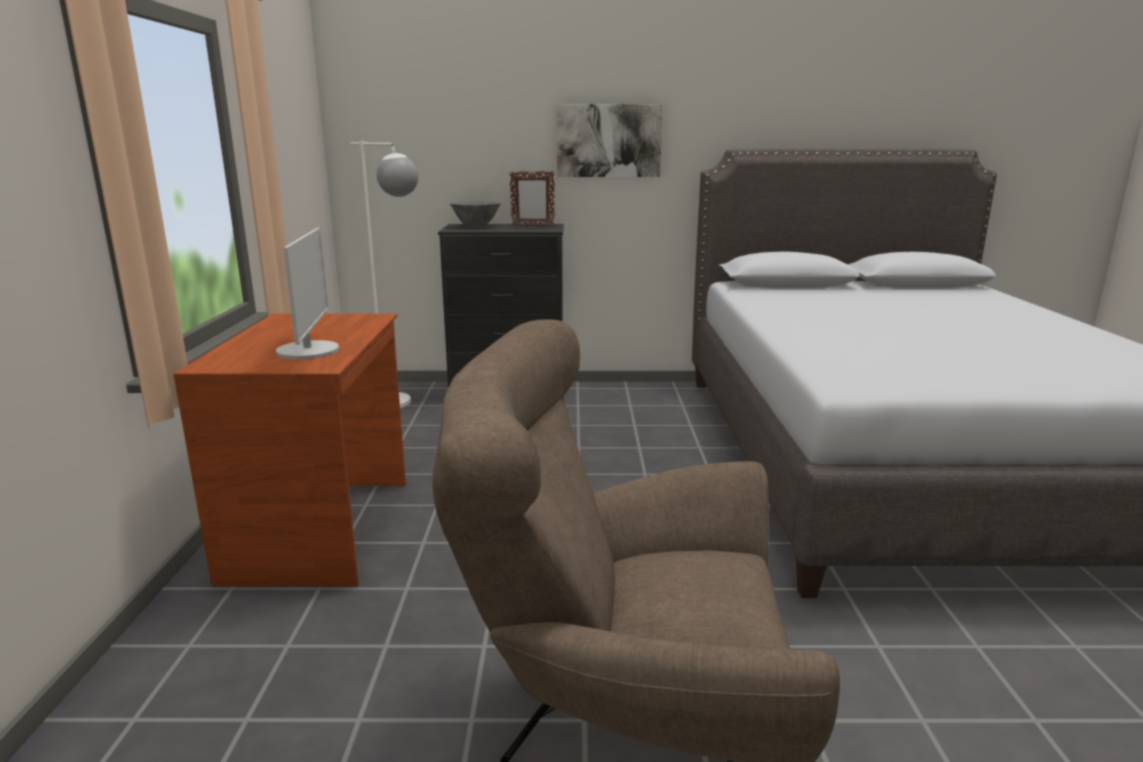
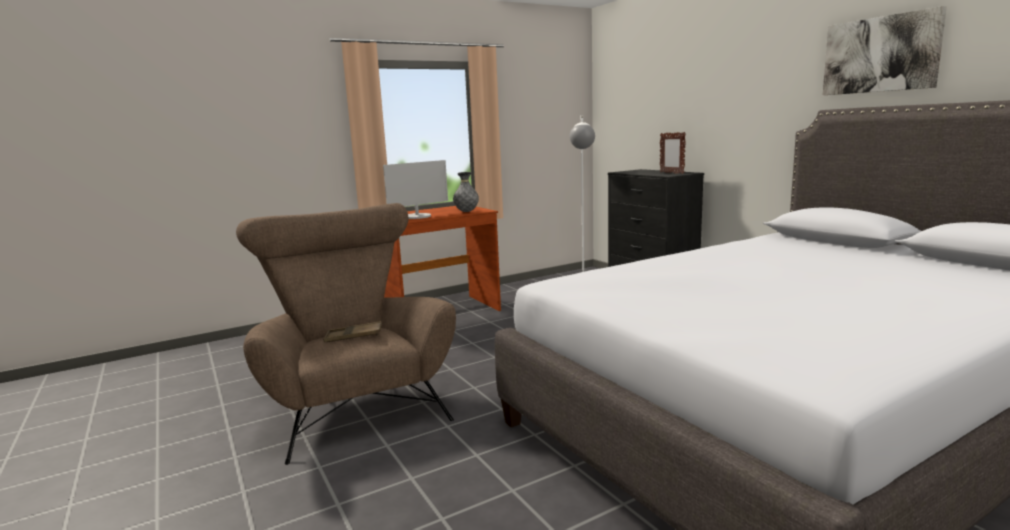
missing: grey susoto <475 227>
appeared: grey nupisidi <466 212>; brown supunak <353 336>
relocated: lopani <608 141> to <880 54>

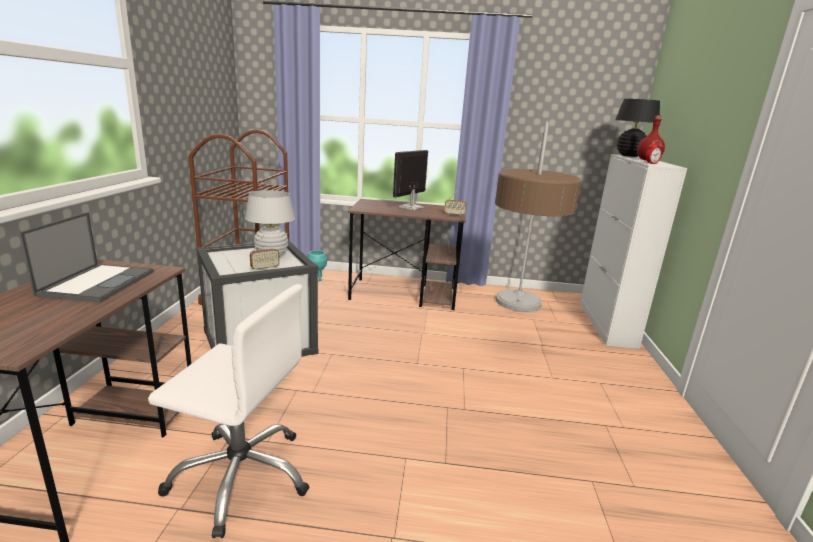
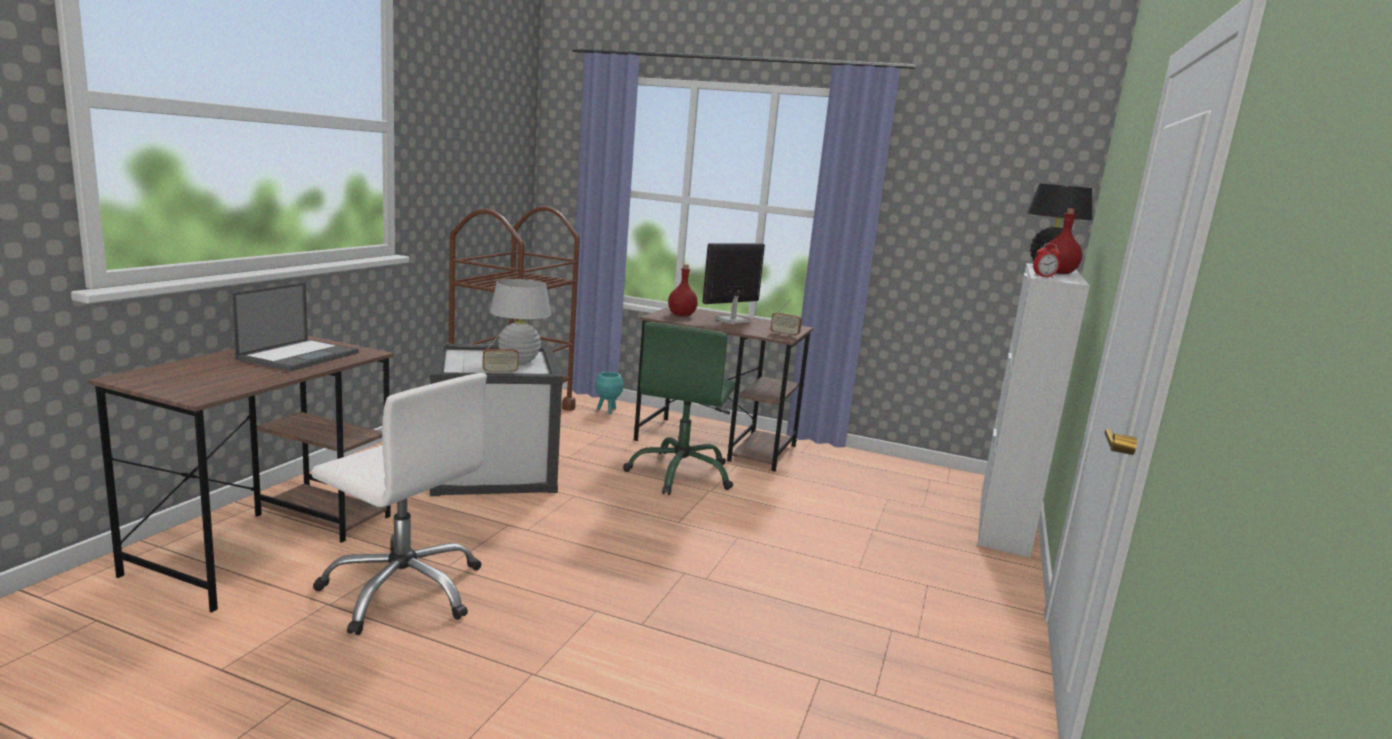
missing: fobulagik <514 328>
appeared: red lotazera <682 315>; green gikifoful <681 474>

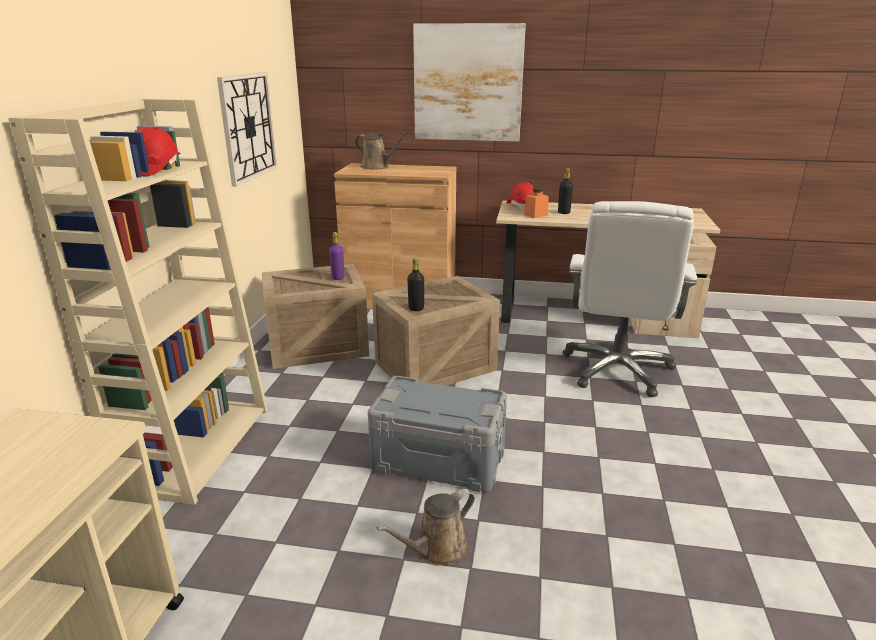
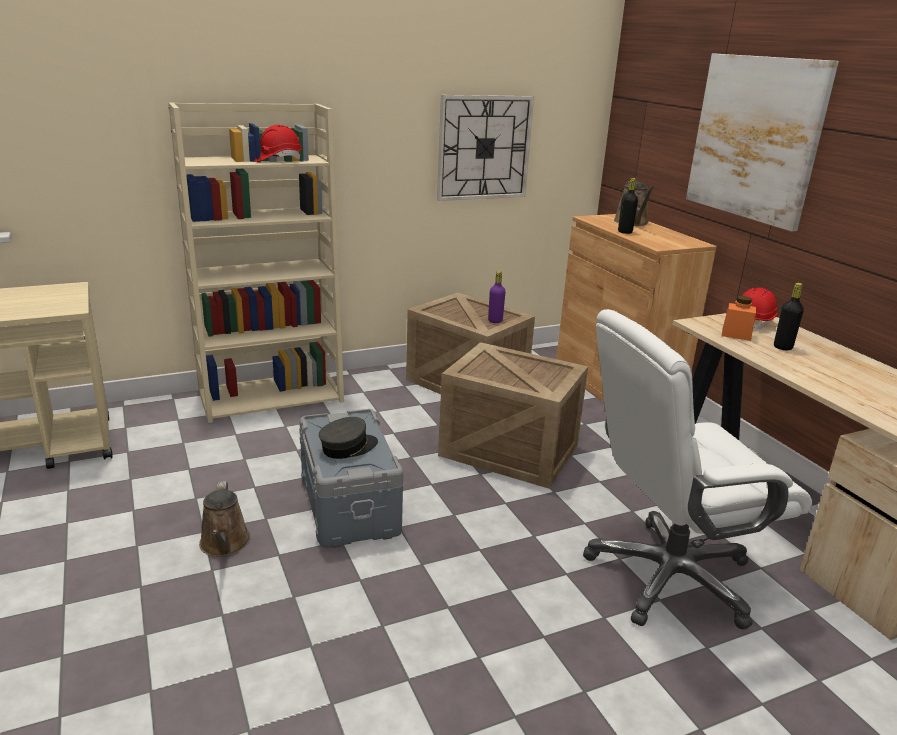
appeared: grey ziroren <348 447>
relocated: black lotazera <416 308> to <625 232>
spun: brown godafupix <437 549> = <225 544> 120 degrees counterclockwise

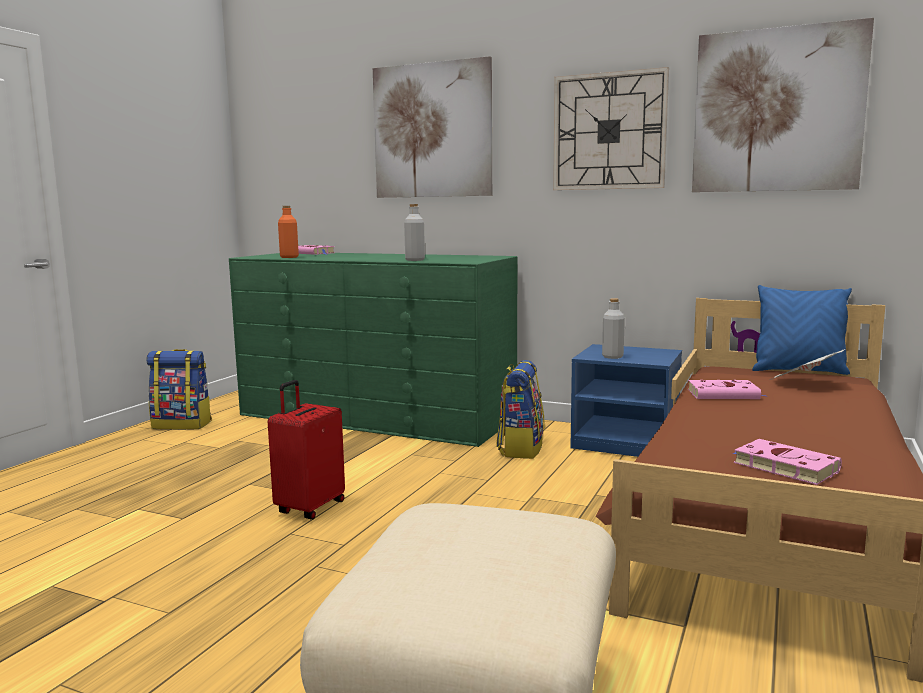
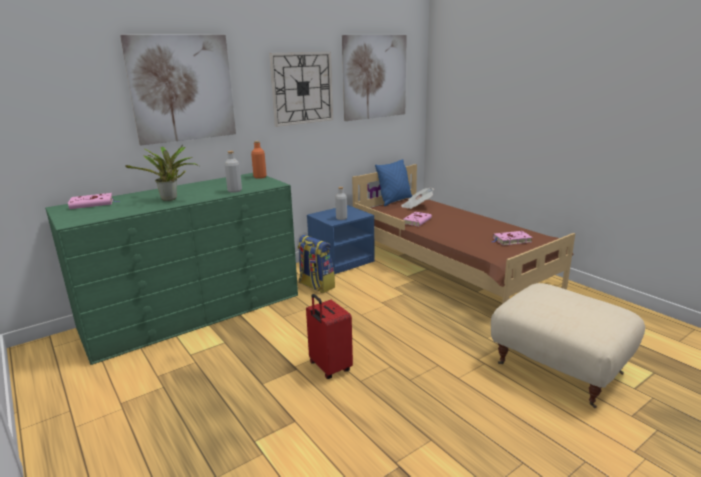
missing: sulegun <182 425>
appeared: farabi <171 199>
relocated: orange lotazera <289 257> to <260 177>

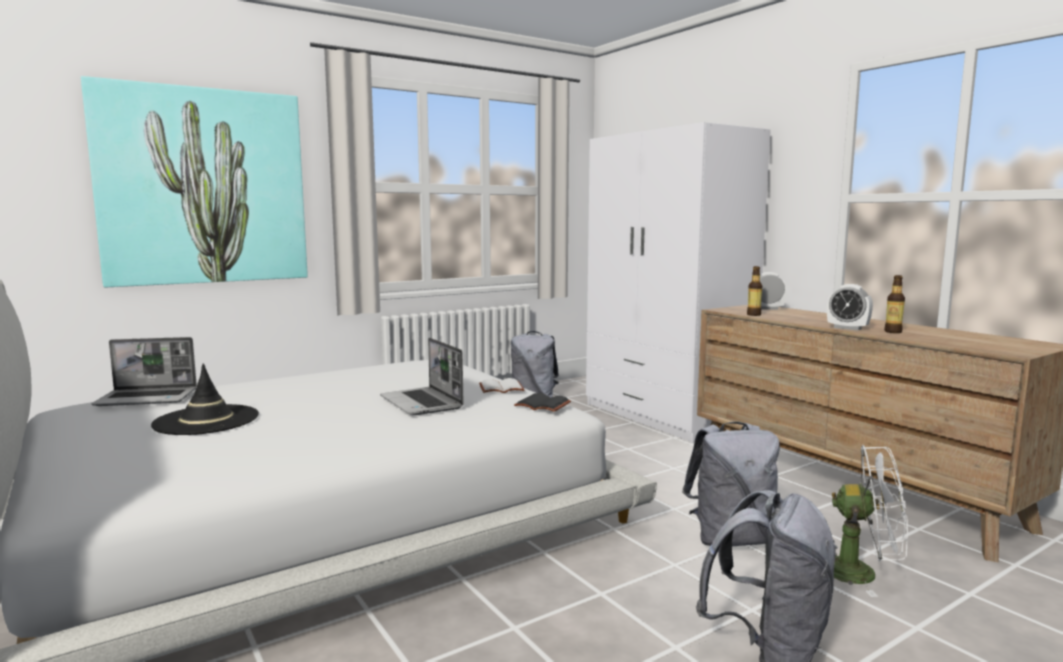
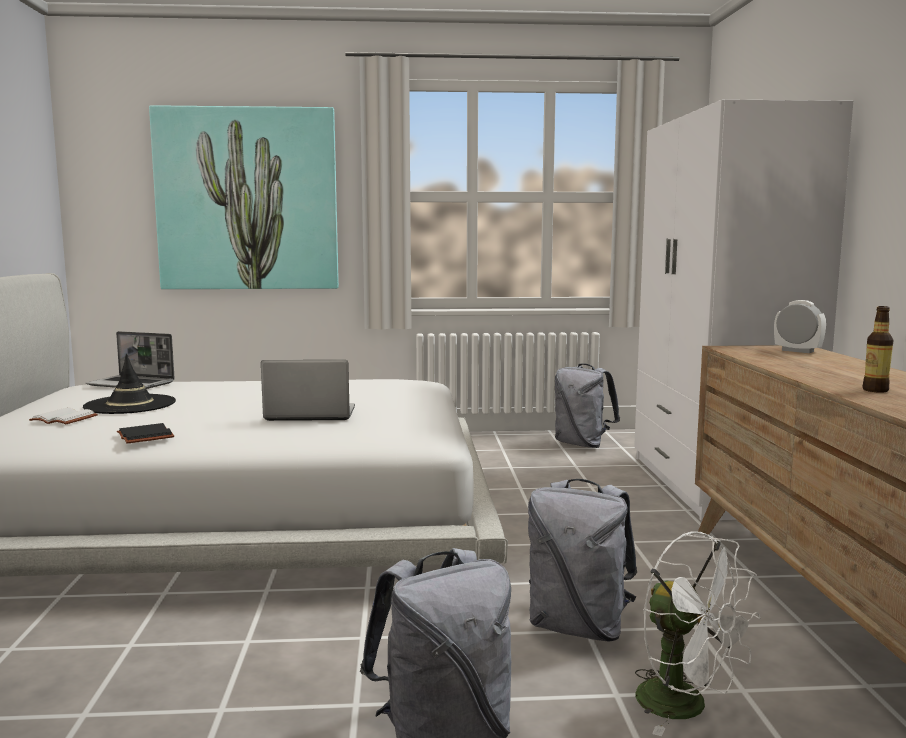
missing: lotazera <753 315>; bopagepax <847 328>
relocated: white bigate <501 388> to <66 419>; black bigate <541 405> to <143 436>
spun: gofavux <422 403> = <309 414> 90 degrees clockwise

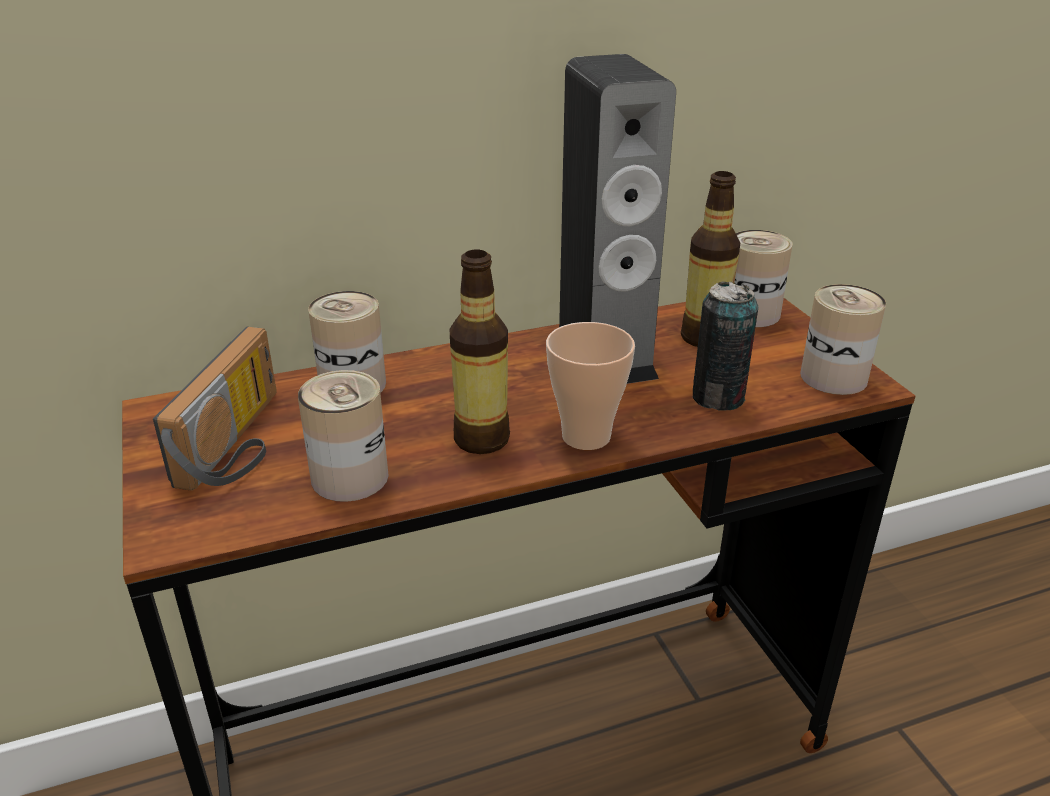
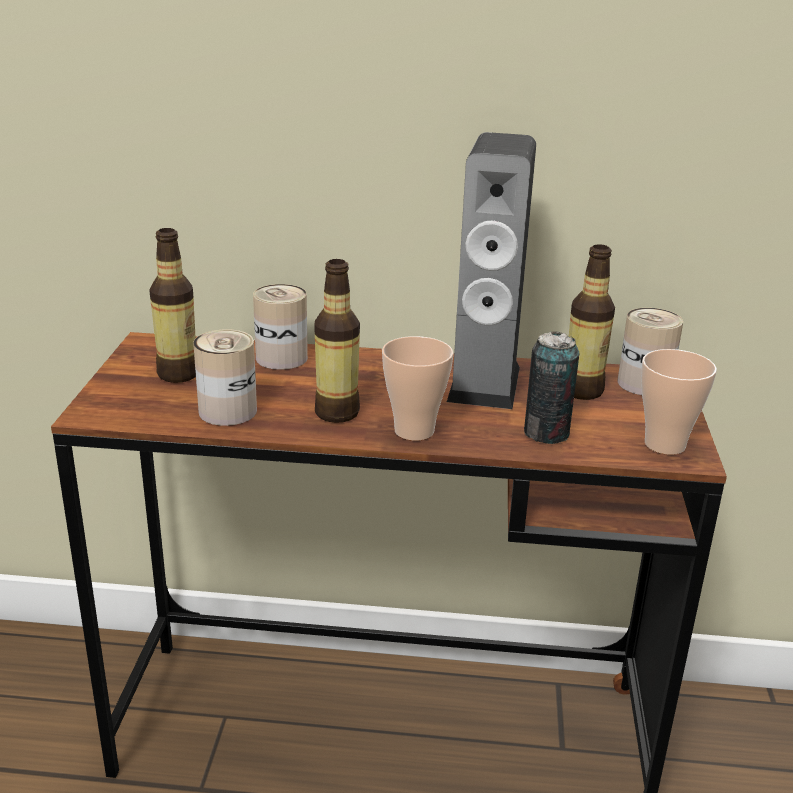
exchanged: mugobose <833 377> to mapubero <665 444>; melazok <241 443> to lotazera <178 374>

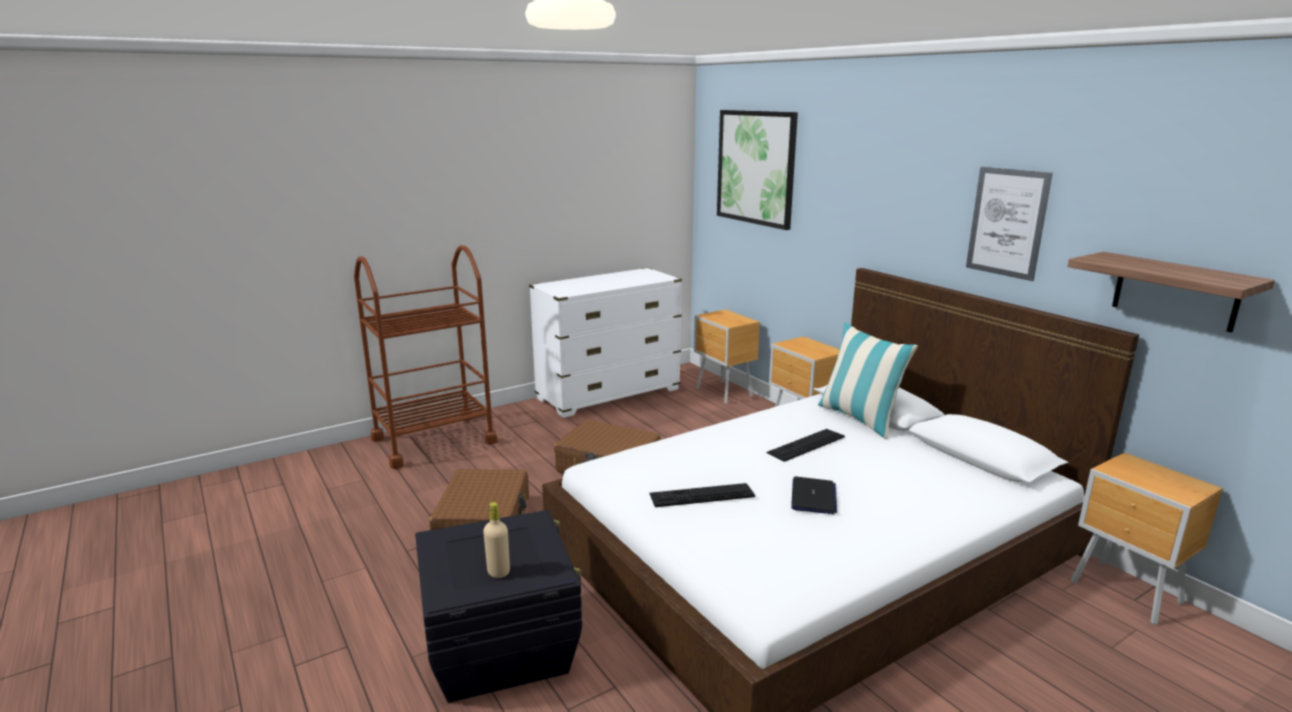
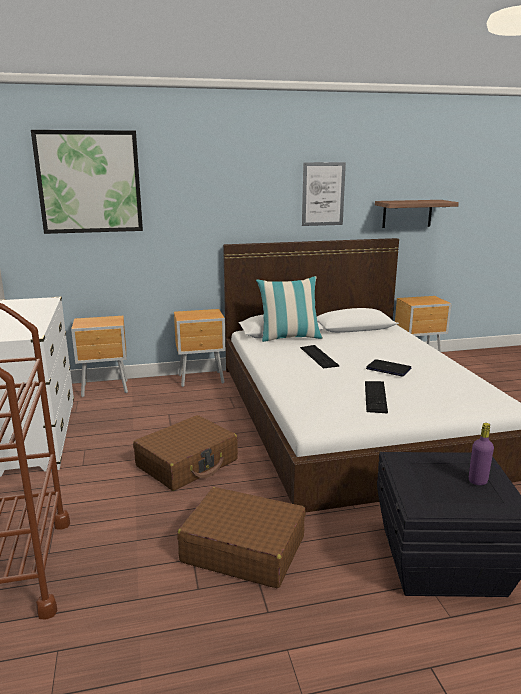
colour: beige lotazera <498 572> to purple lotazera <477 481>

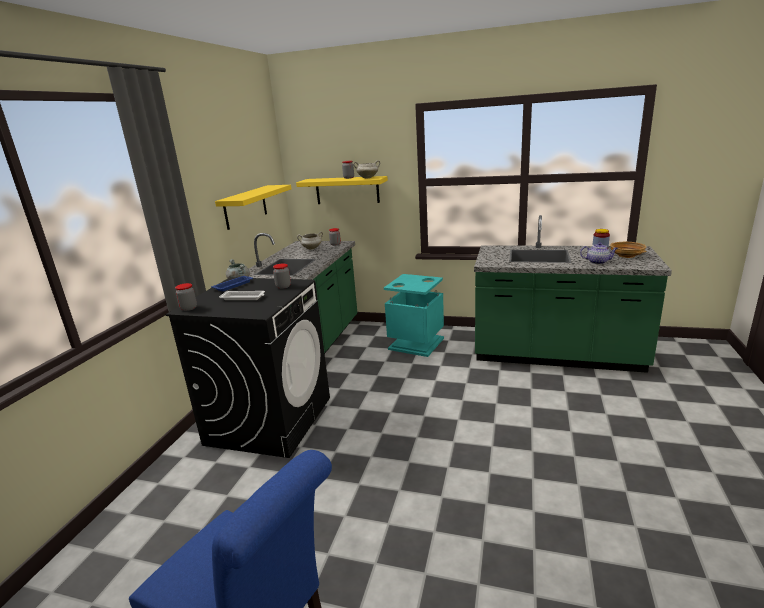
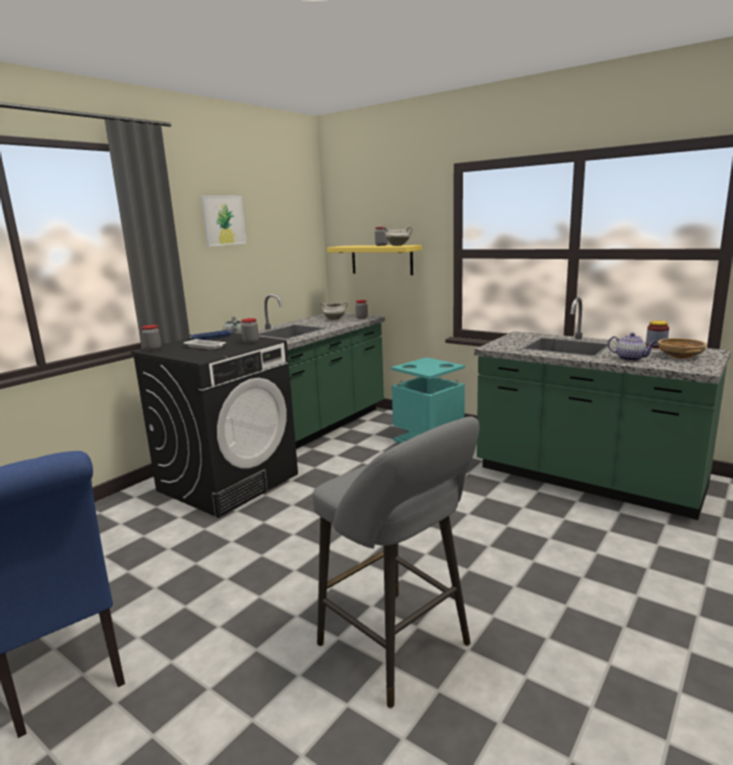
missing: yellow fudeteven <245 207>
appeared: lopani <223 220>; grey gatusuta <399 648>

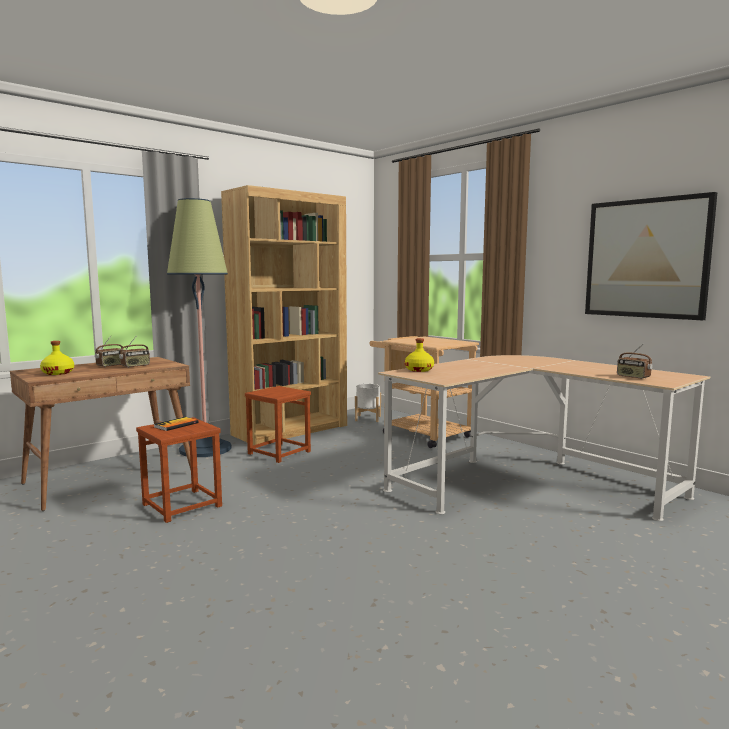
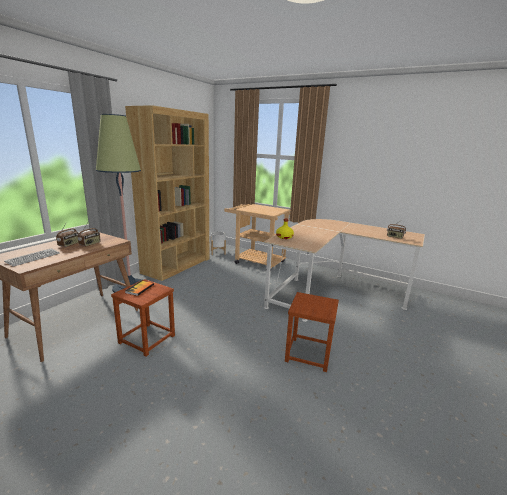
missing: lopani <646 258>
relocated: brown gatusuta <278 453> to <308 354>
exchanged: yellow lotazera <58 373> to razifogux <33 258>

